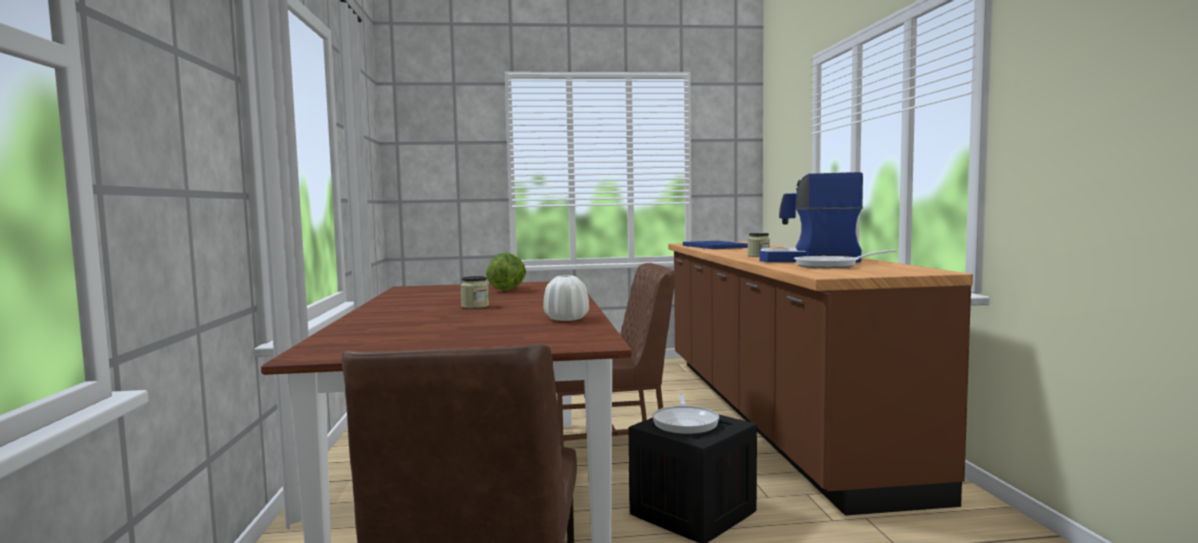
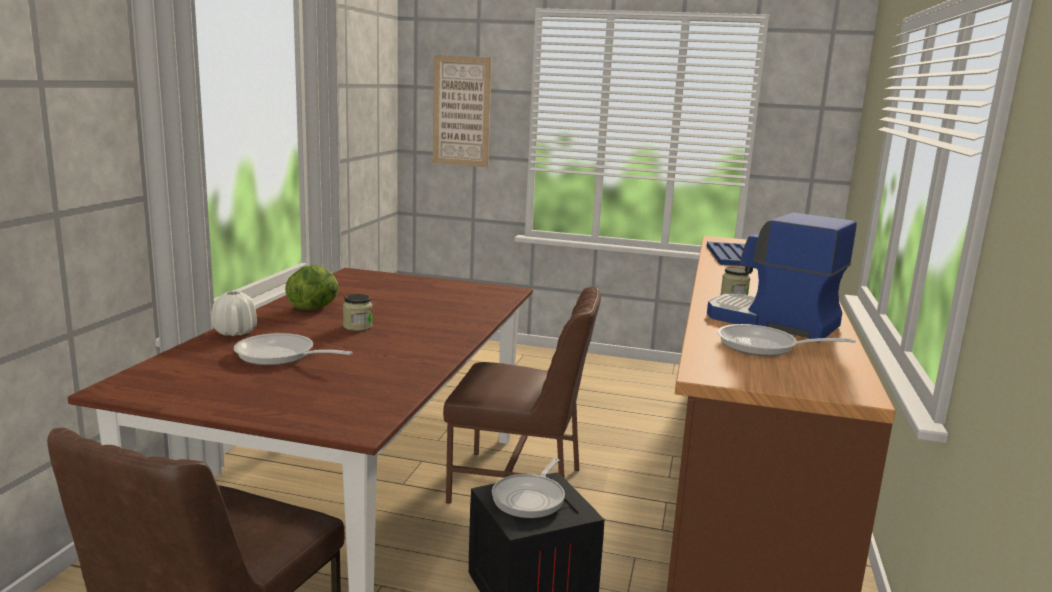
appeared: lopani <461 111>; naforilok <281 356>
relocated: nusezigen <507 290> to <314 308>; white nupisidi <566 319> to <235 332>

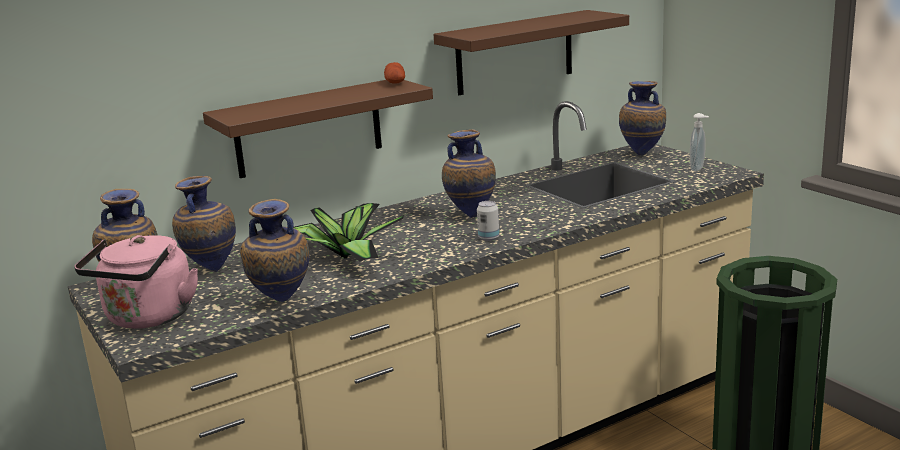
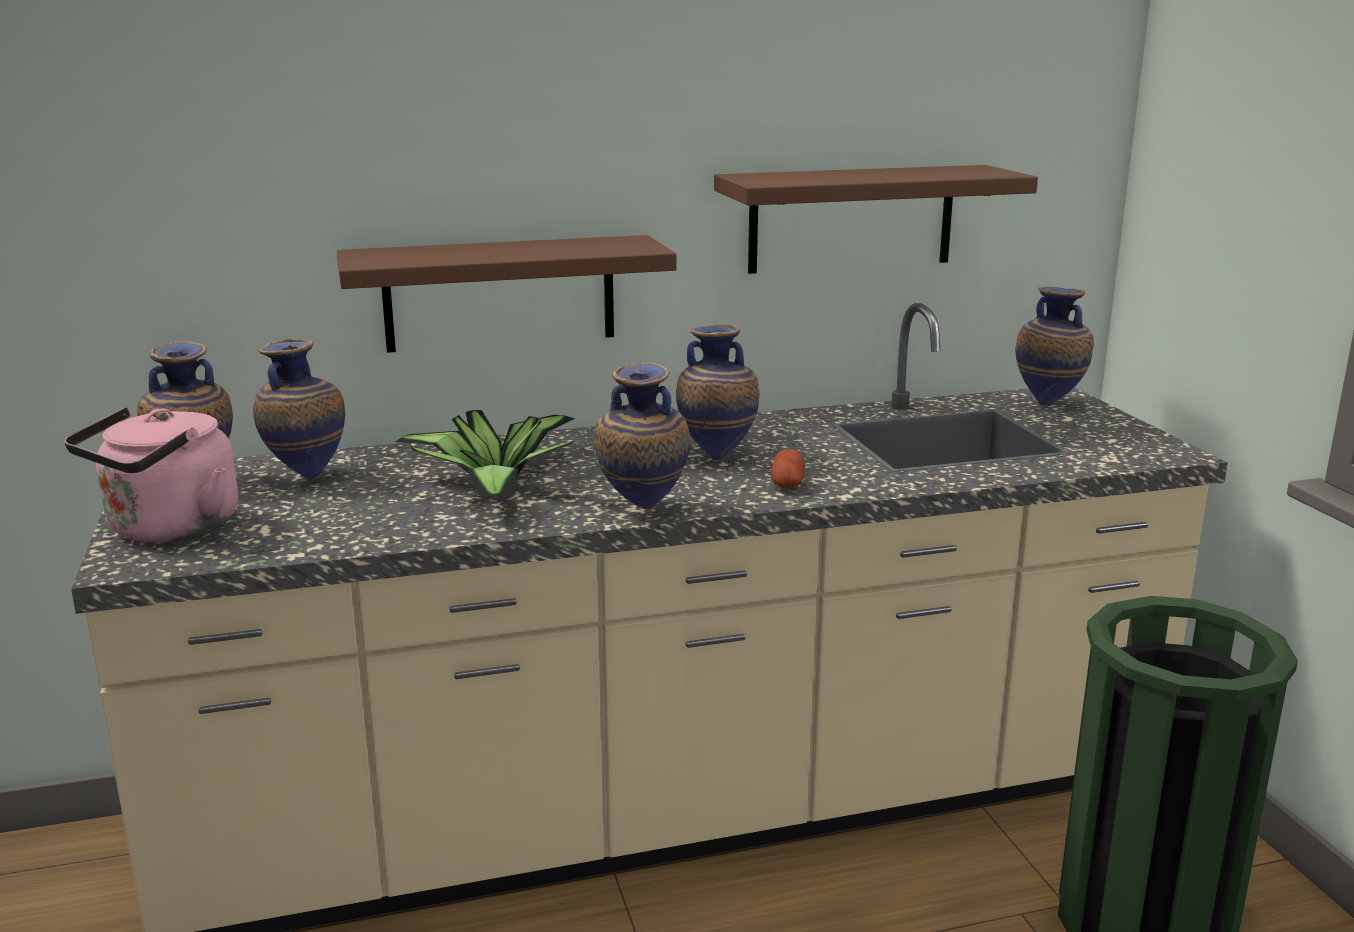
missing: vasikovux <698 169>; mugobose <488 238>
relocated: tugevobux <395 83> to <787 484>; nupisidi <280 303> to <641 511>

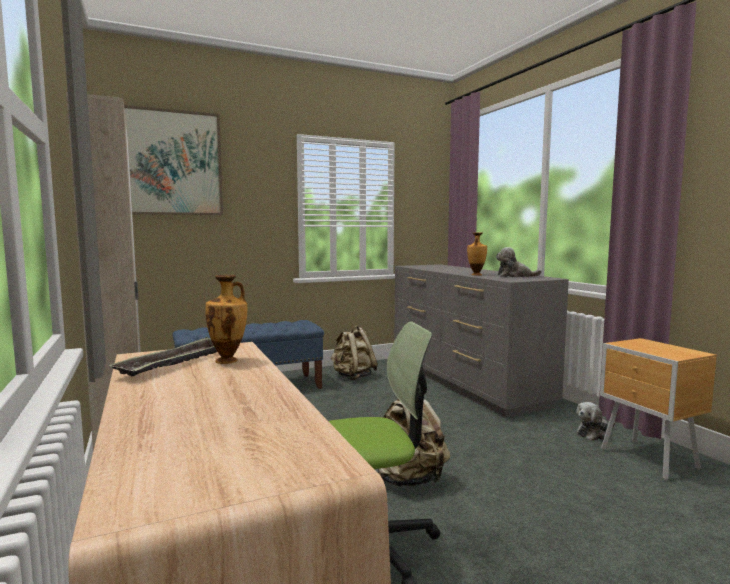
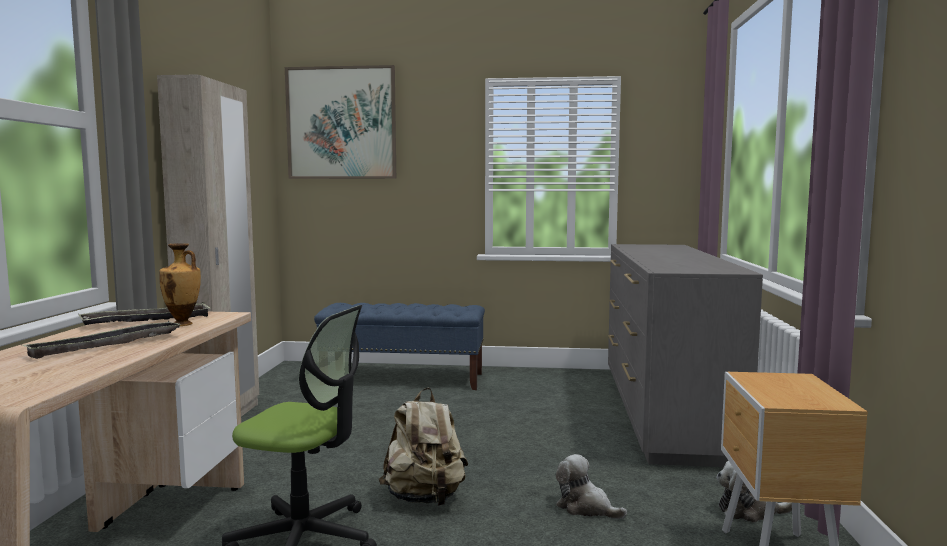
missing: nupisidi <476 275>; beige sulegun <353 377>
appeared: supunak <107 345>
relocated: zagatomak <515 276> to <586 507>

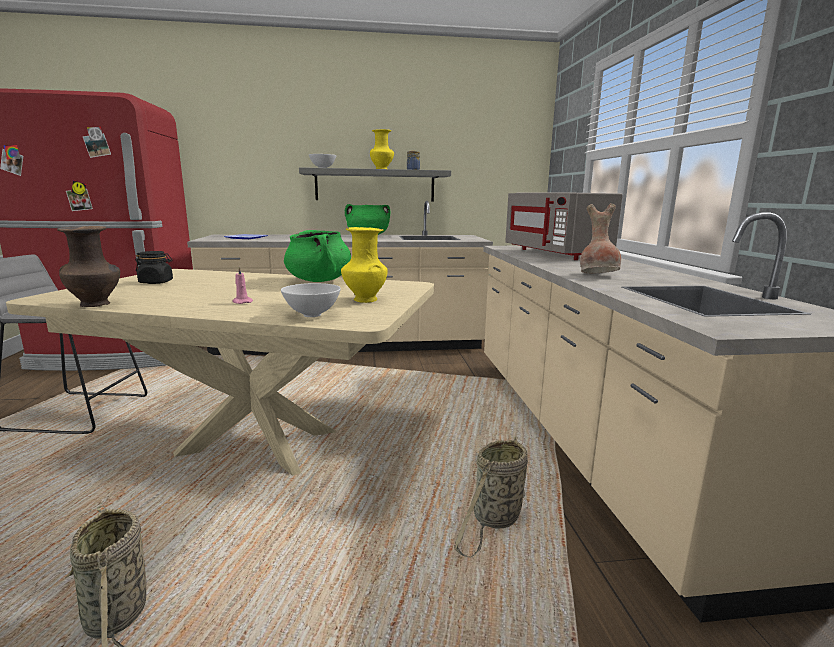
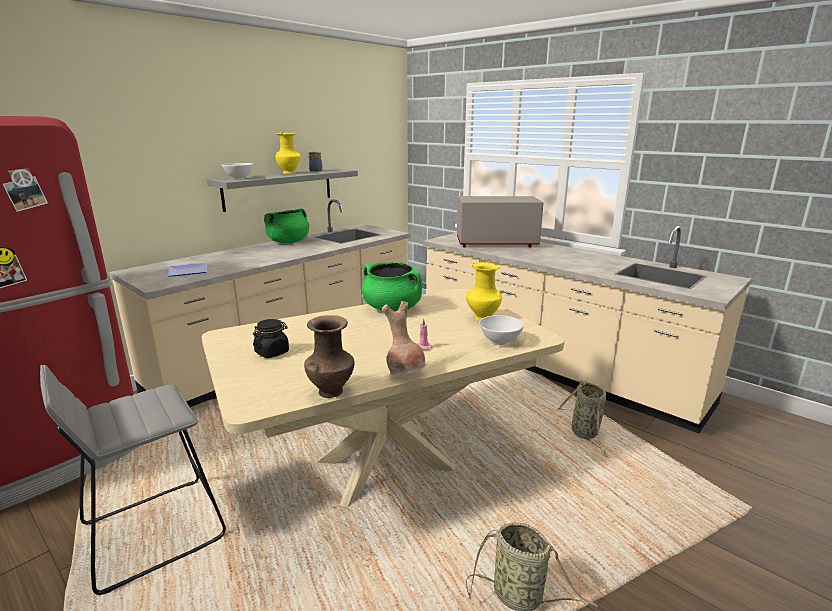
relocated: brown nupisidi <598 275> to <405 373>
spun: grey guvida <556 253> = <496 243> 150 degrees clockwise

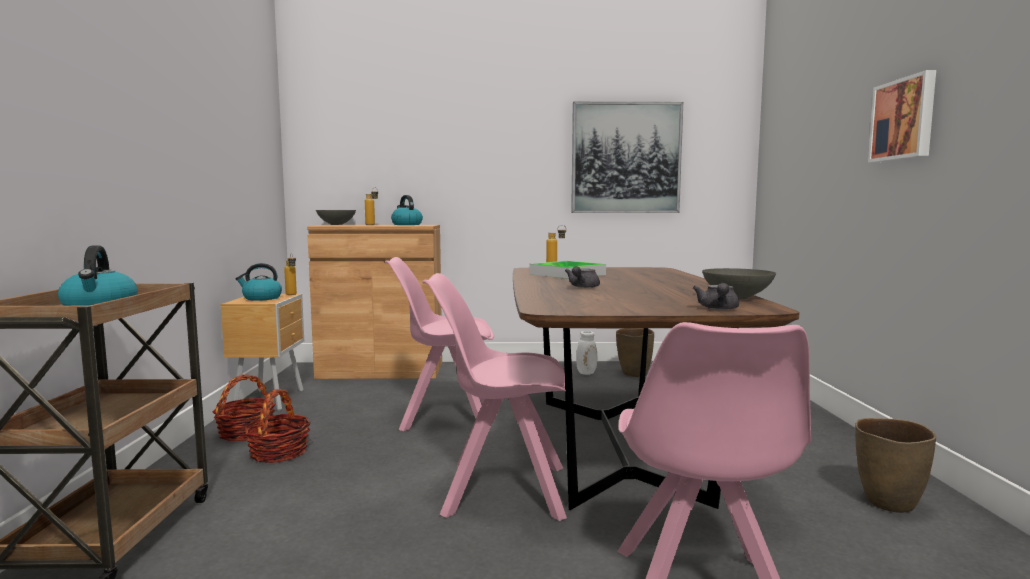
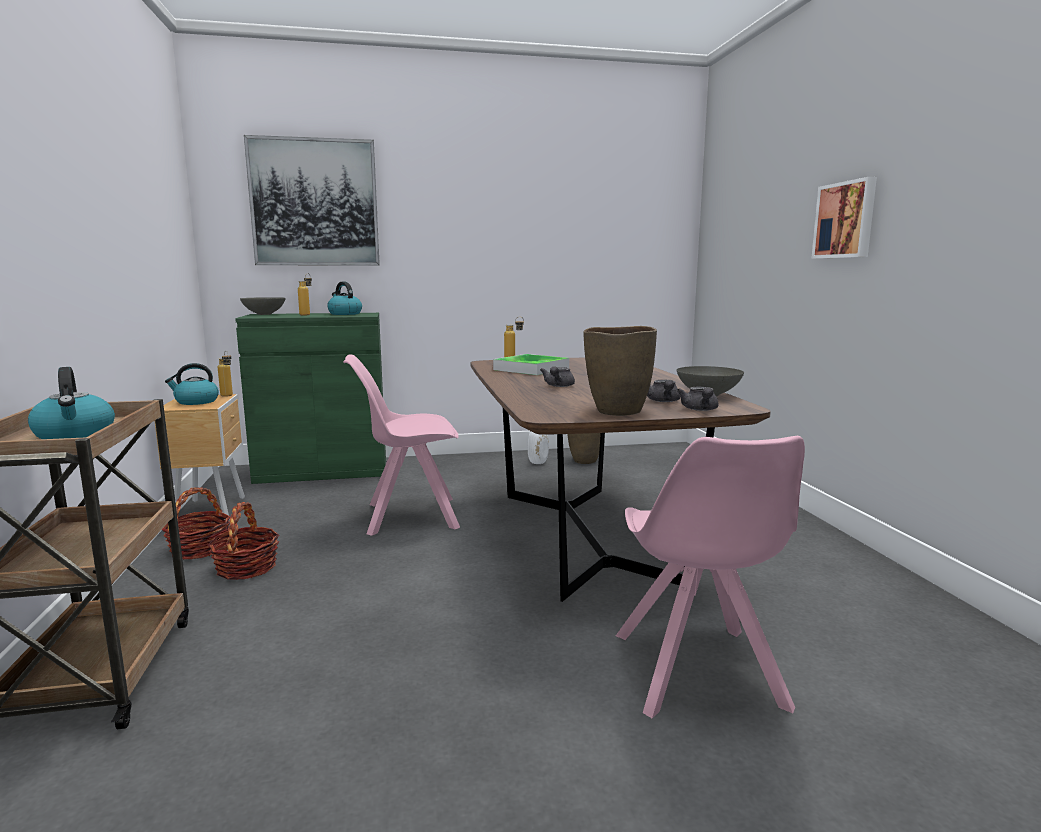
missing: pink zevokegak <501 490>
appeared: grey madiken <663 401>
relocated: lopani <626 158> to <314 203>; brown nupisidi <889 503> to <617 411>
colour: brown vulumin <381 370> to green vulumin <322 470>

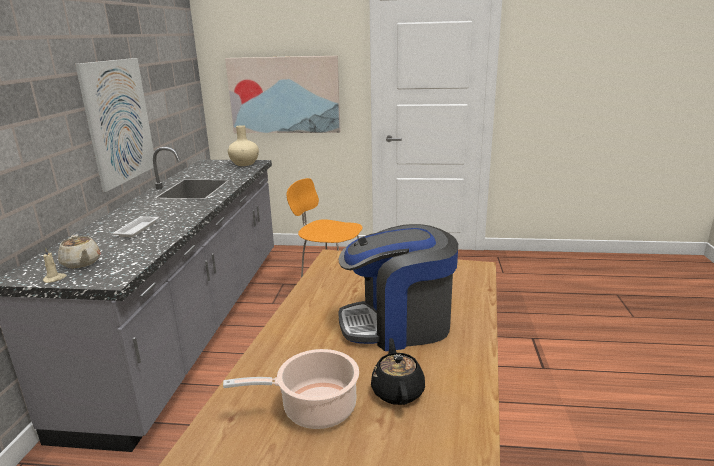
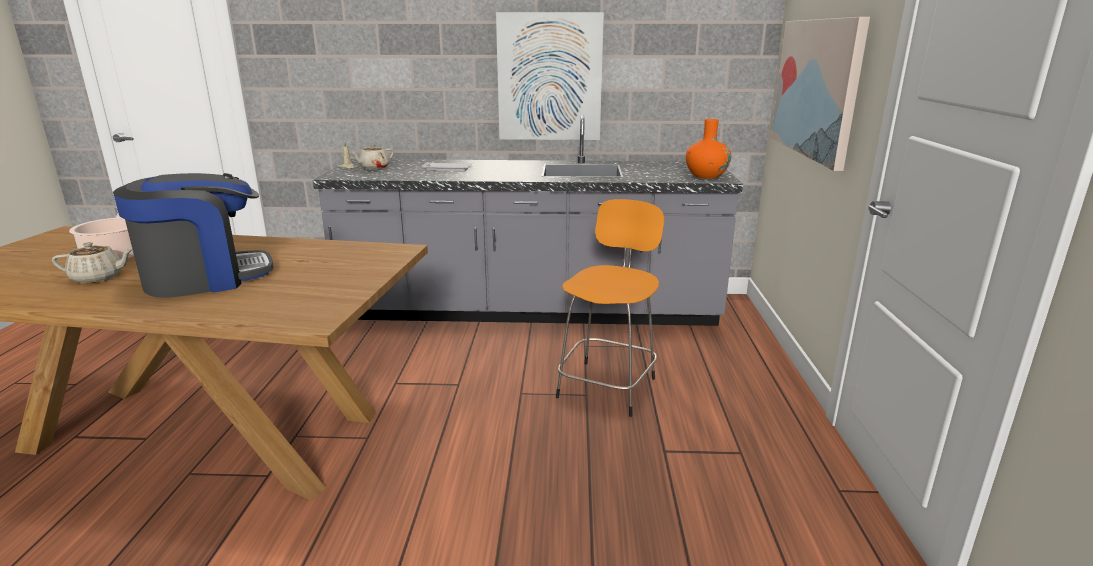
colour: beige nupisidi <244 164> to orange nupisidi <706 176>; black madiken <397 391> to beige madiken <98 278>
spun: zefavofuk <398 324> = <206 278> 75 degrees clockwise

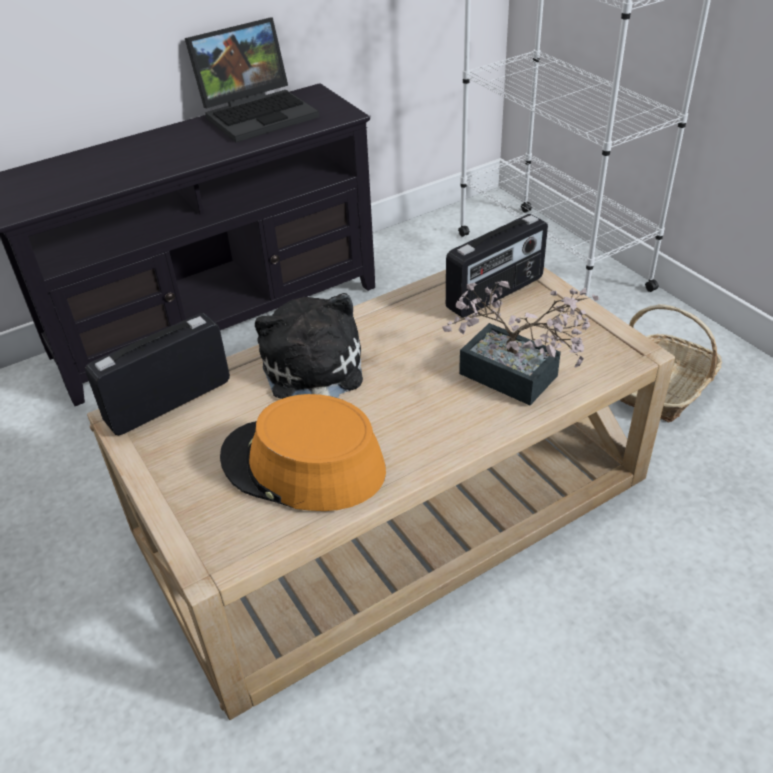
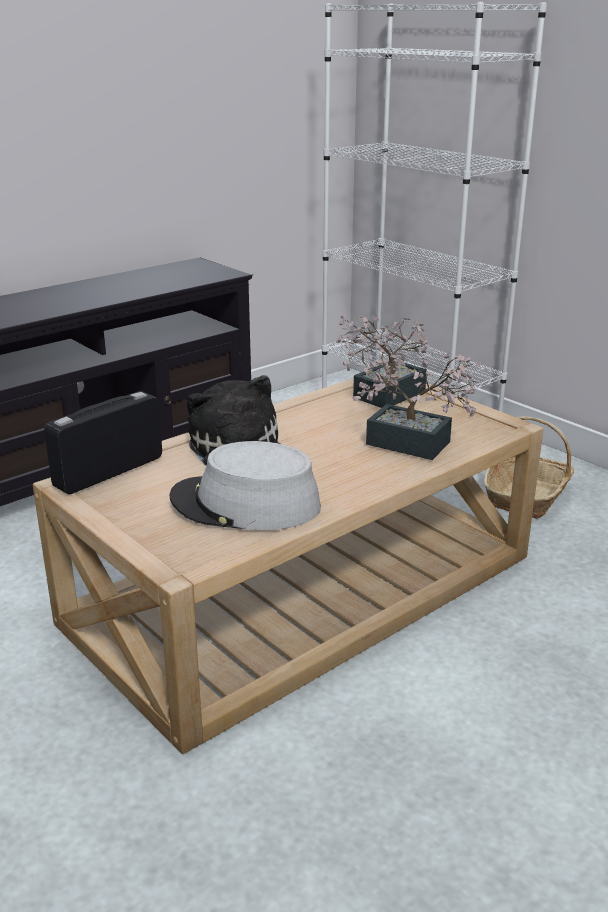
missing: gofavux <259 113>
exchanged: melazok <496 293> to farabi <383 396>
colour: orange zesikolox <302 465> to grey zesikolox <245 504>

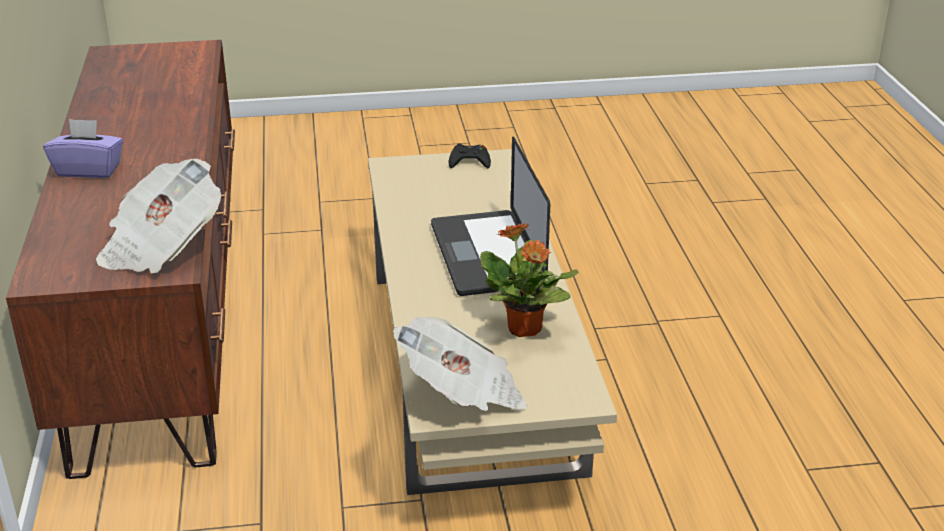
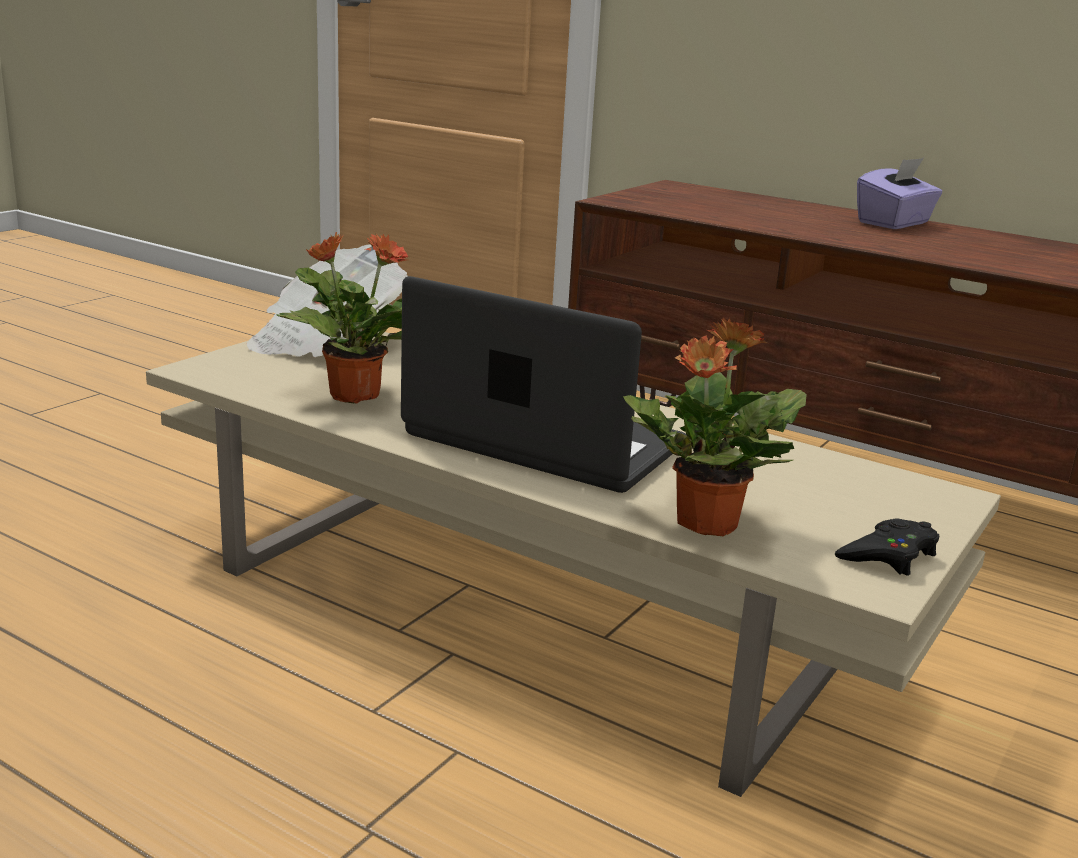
missing: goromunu <161 247>
appeared: farabi <704 524>

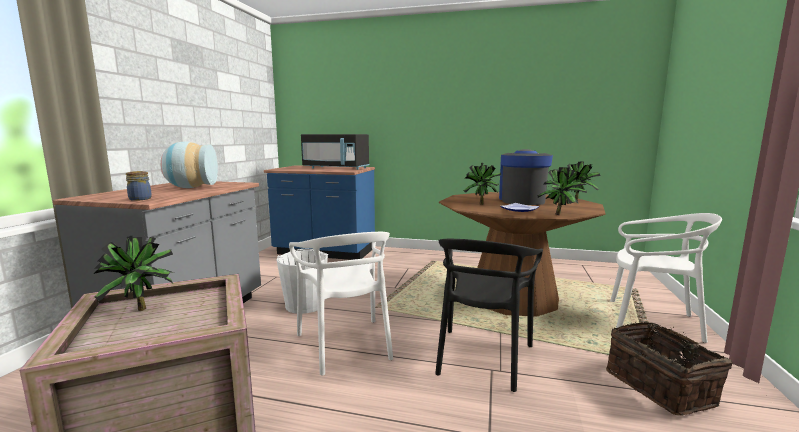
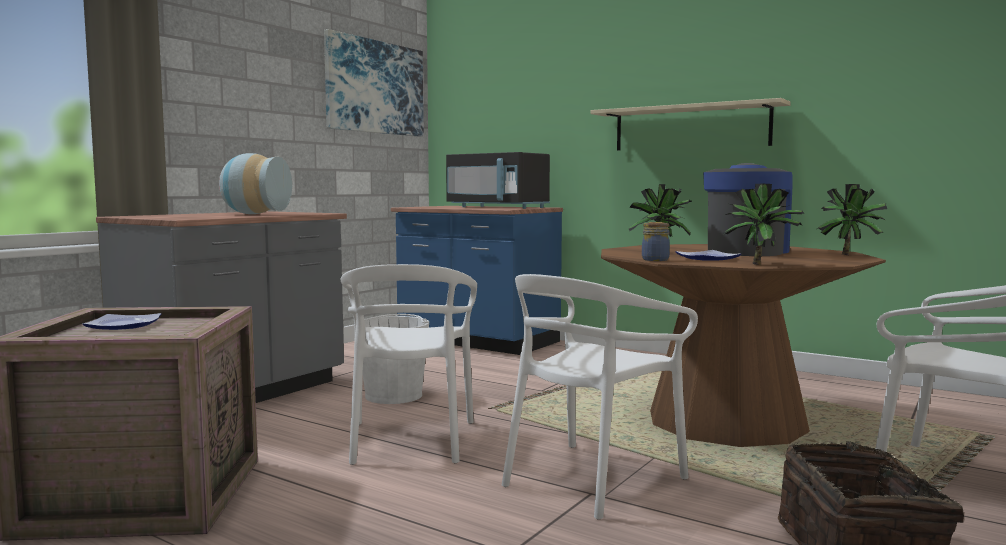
appeared: lopani <375 87>; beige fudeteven <690 127>
relocated: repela <140 199> to <654 260>
exchanged: farabi <141 311> to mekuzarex <124 326>
colour: black zevokegak <482 357> to white zevokegak <591 479>

